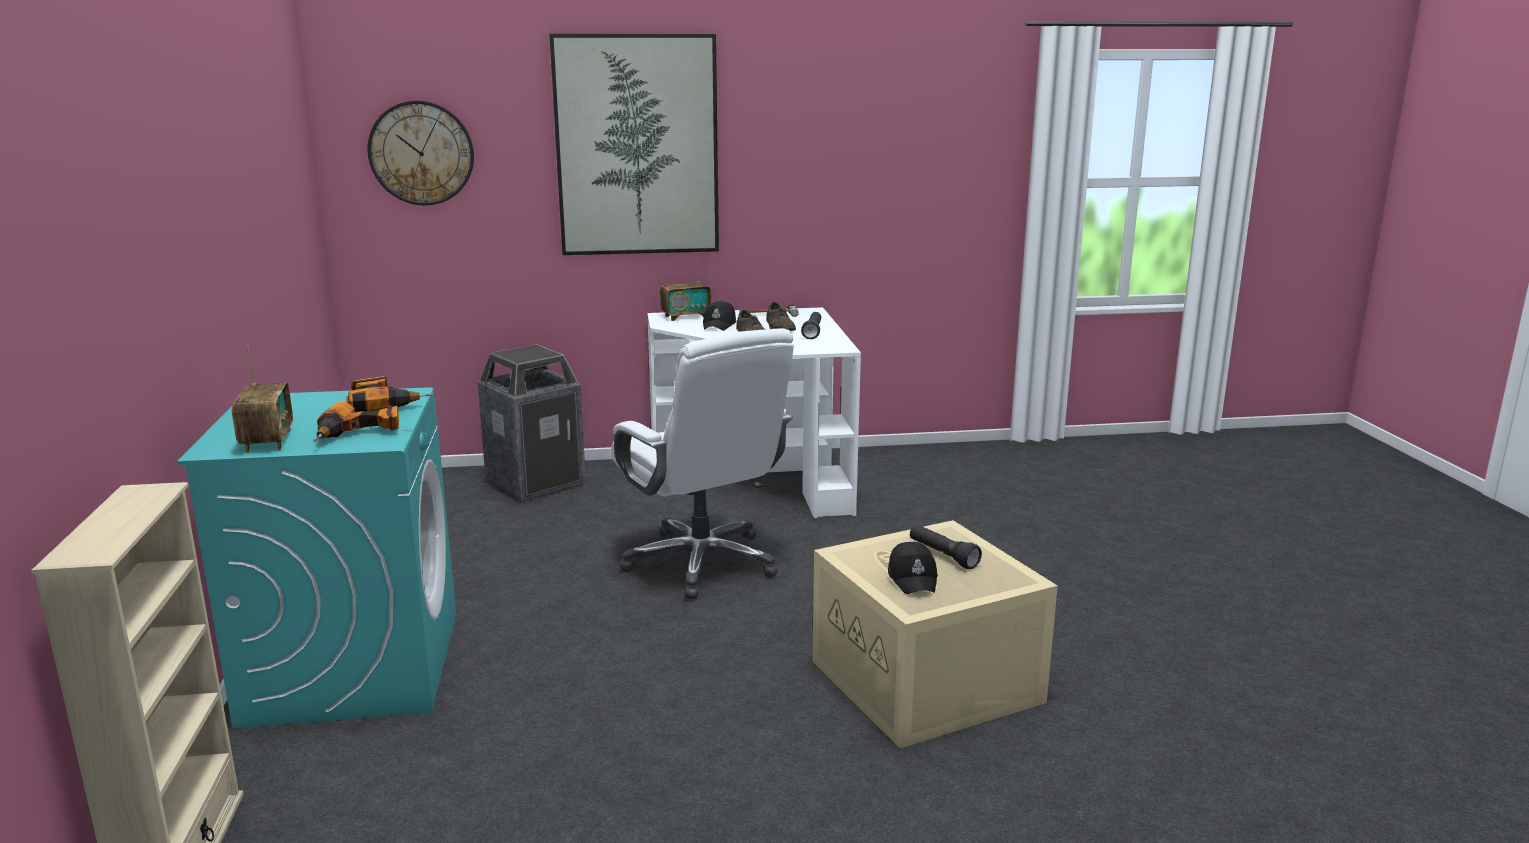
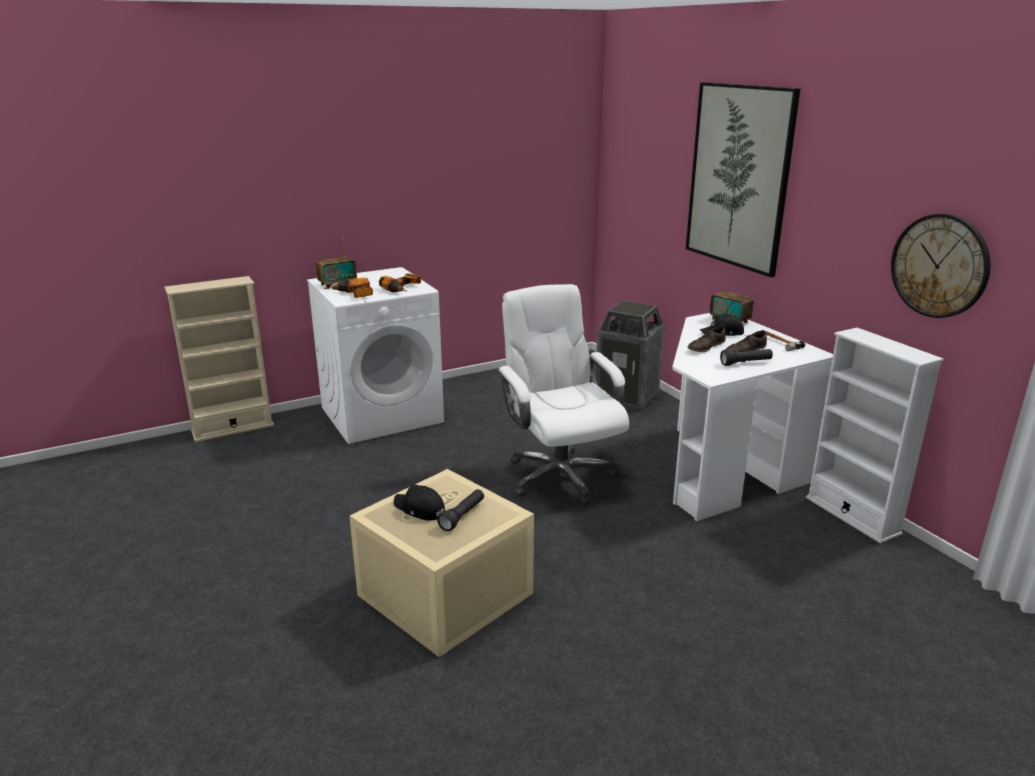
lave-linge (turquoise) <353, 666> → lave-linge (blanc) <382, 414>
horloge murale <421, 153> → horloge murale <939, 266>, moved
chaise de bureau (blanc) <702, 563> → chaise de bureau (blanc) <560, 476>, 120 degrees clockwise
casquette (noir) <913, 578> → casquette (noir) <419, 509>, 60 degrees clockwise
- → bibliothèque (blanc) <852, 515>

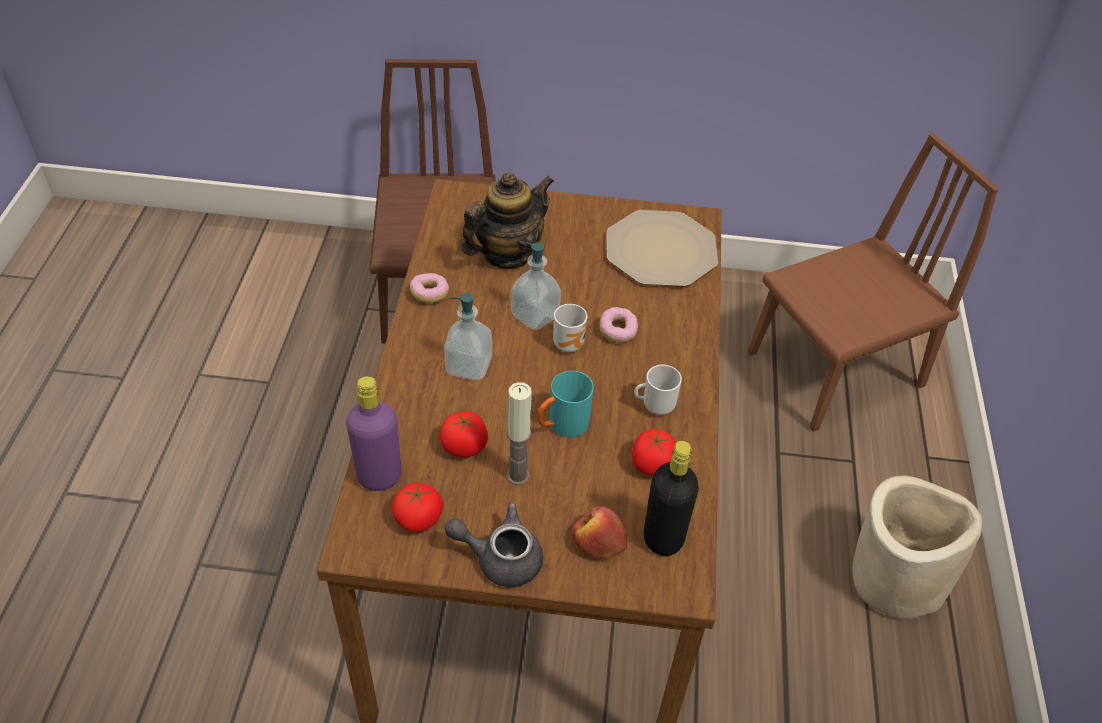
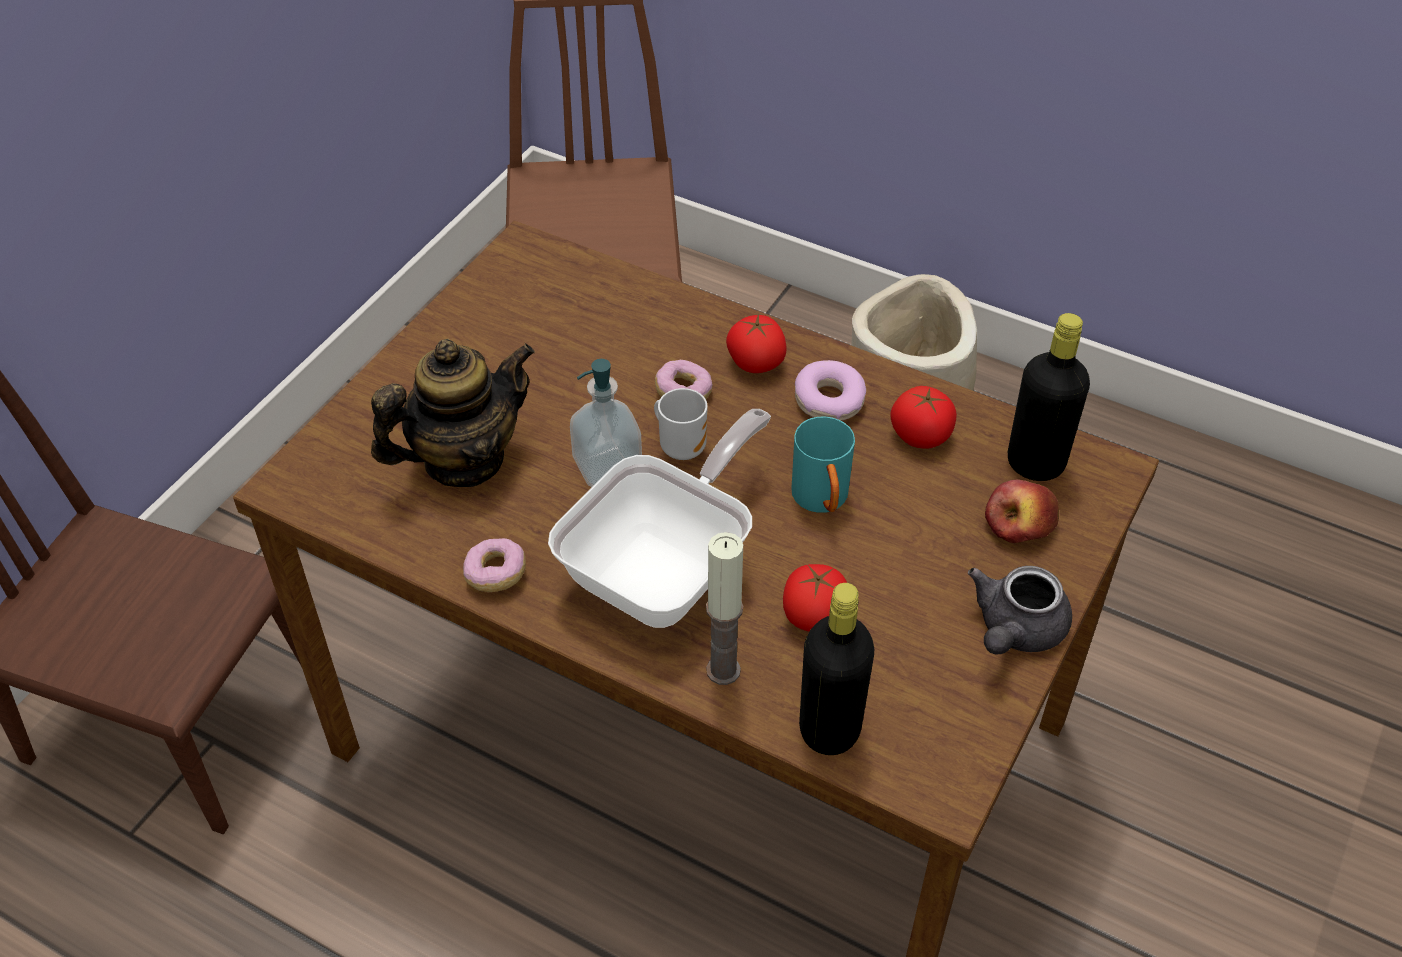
bouteille (violet) <379, 476> → bouteille (noir) <829, 729>
tomate <418, 519> → tomate <756, 363>, moved
distributeur de savon <469, 366> → poêle <667, 568>
théière <507, 253> → théière <463, 460>, 75 degrees clockwise
bougie <518, 475> → bougie <723, 670>, moved
assiette <661, 251> → -
mug <655, 405> → beignet <829, 400>

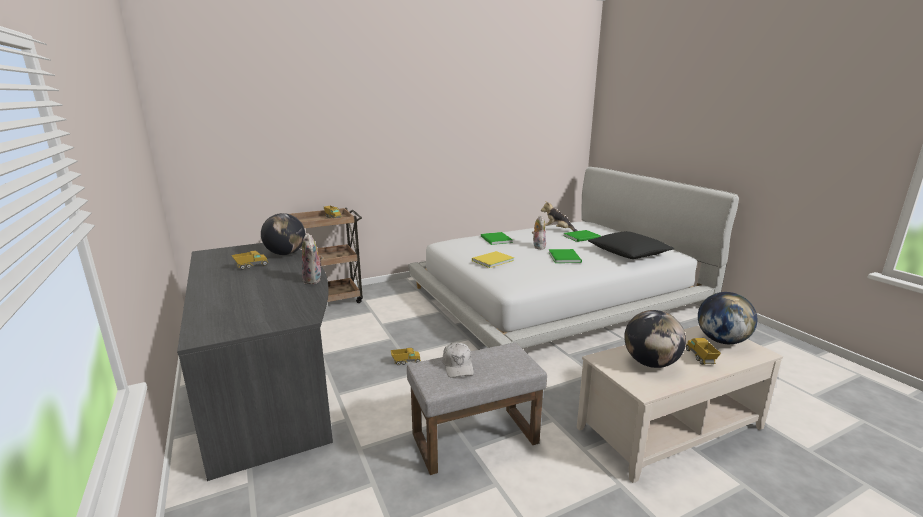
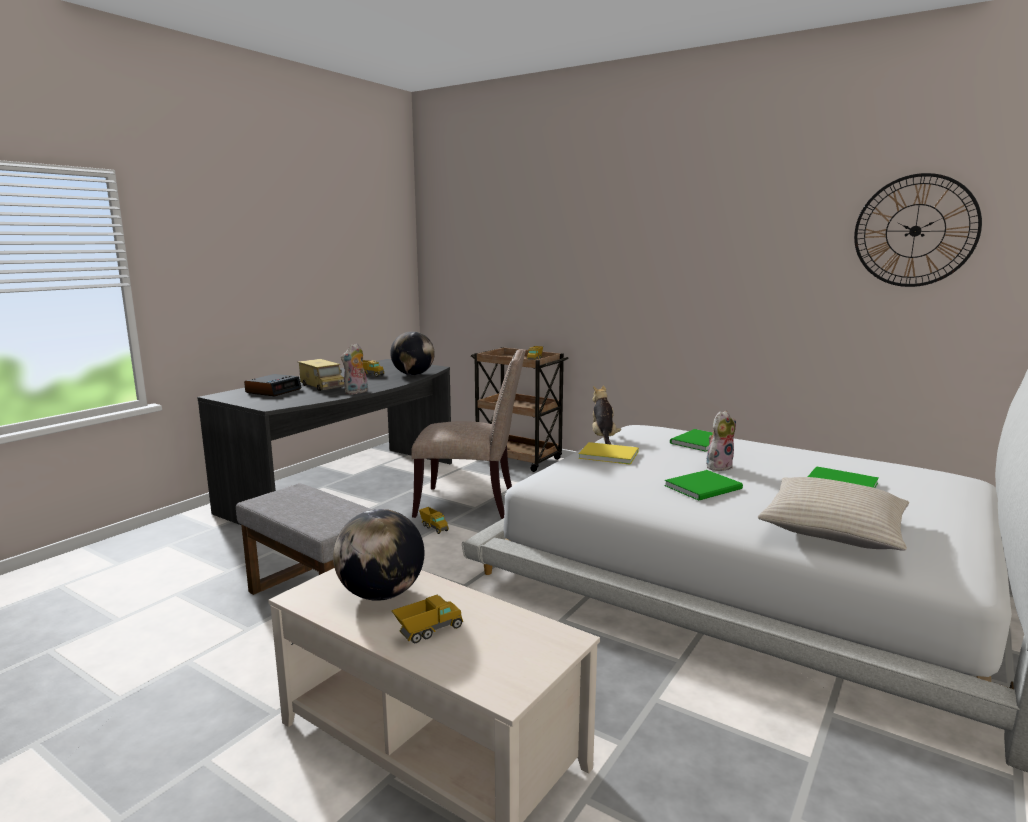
casquette (blanc) <458, 366> → -
peluche <557, 230> → peluche <603, 438>, moved
coussin (noir) <628, 253> → coussin (beige) <833, 528>
globe <721, 340> → -
- → réveil <273, 391>
- → camion jouet <322, 386>
- → chaise (beige) <471, 504>
- → horloge murale <915, 231>

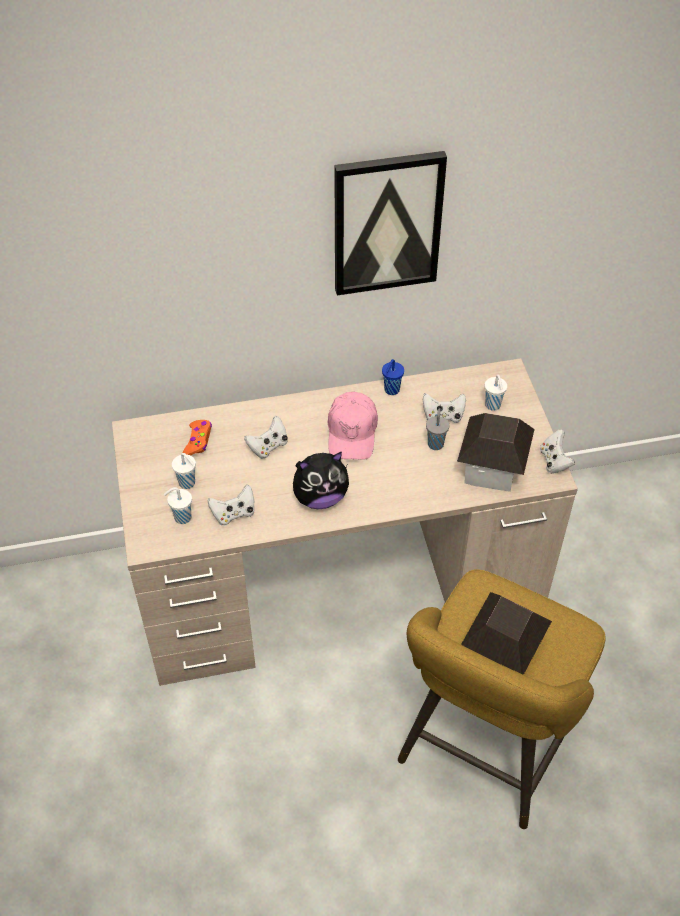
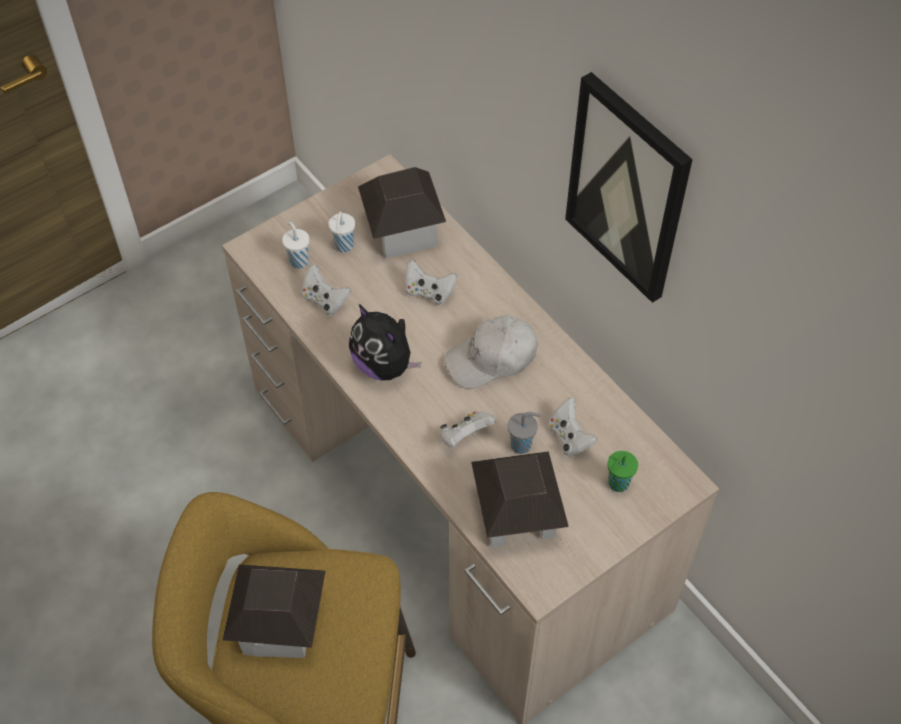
manette (orange) <198, 441> → maison miniature <403, 231>
casquette (rose) <352, 433> → casquette (blanc) <491, 359>
tasse (bleu) <391, 390> → -
tasse (blanc) <493, 406> → tasse (vert) <617, 484>
manette (blanc) <554, 461> → manette (blanc) <464, 436>, moved

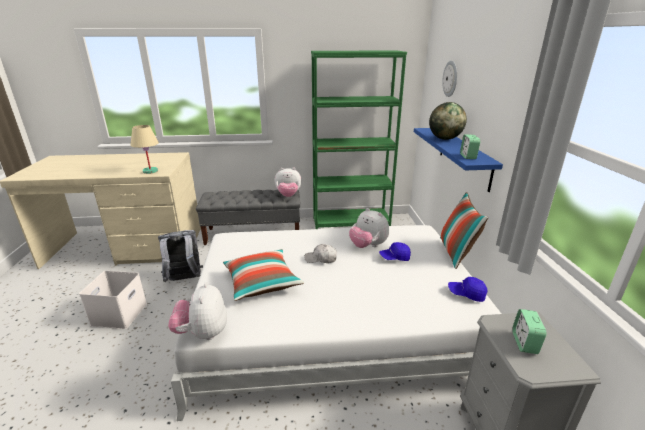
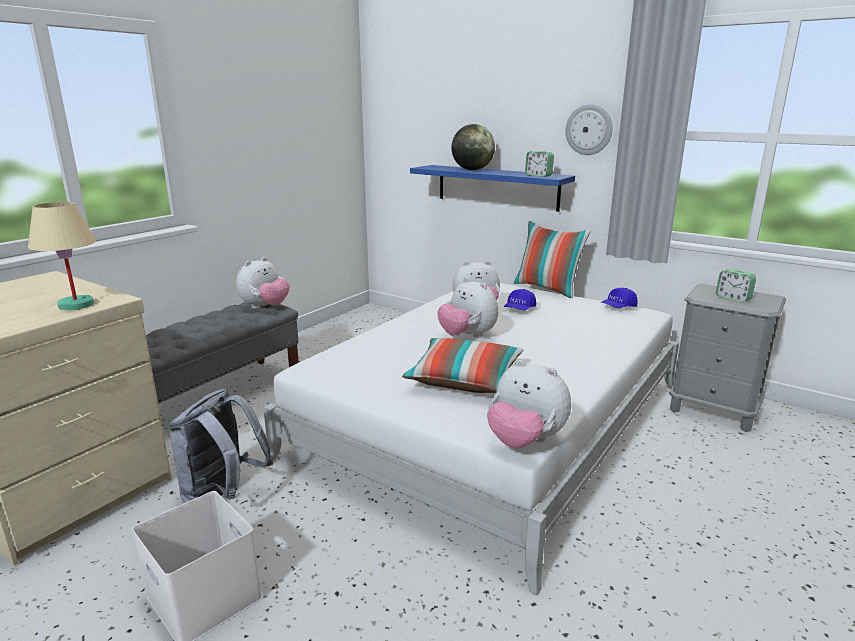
casquette (blanc) <321, 258> → peluche <467, 336>
bibliothèque (vert) <351, 223> → -
horloge murale <450, 79> → horloge murale <589, 129>, moved

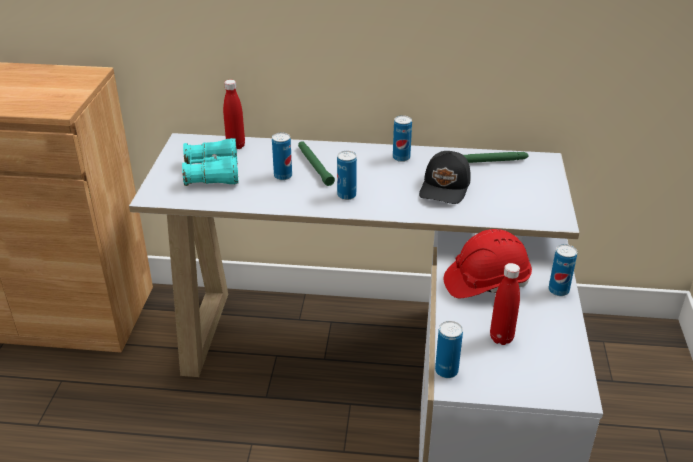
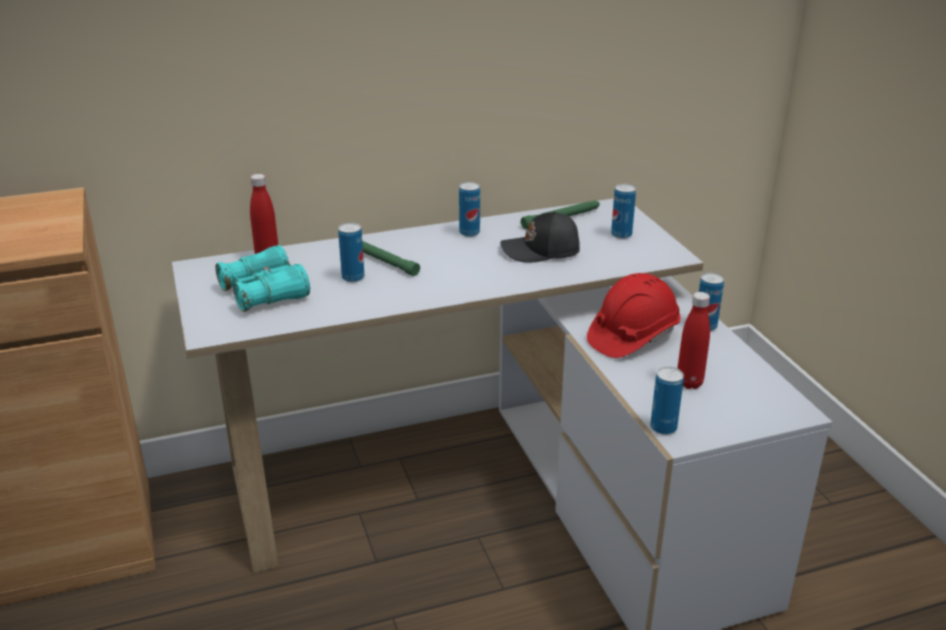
boîte métallique <346, 195> → boîte métallique <621, 235>, moved
casquette (noir) <446, 188> → casquette (noir) <541, 251>, 90 degrees clockwise

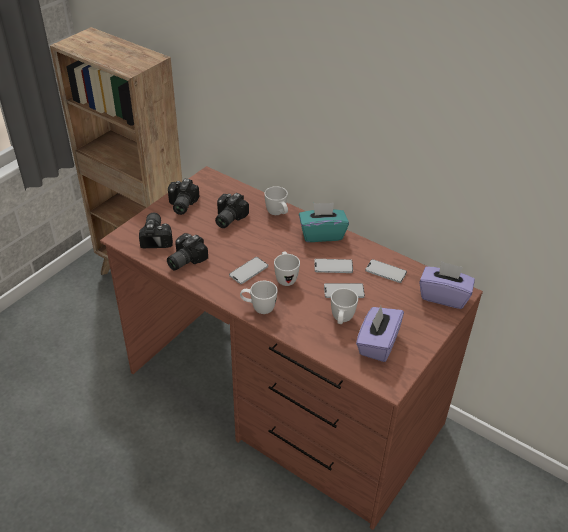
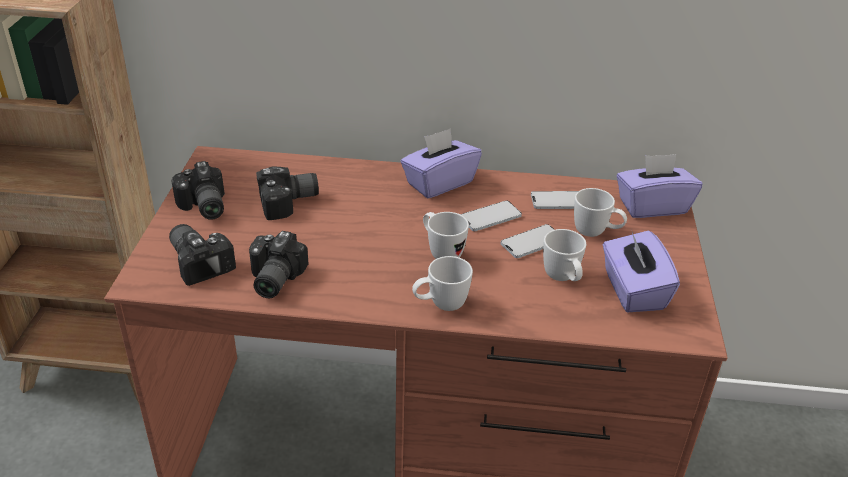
appareil photo <227, 218> → appareil photo <290, 203>, 105 degrees counterclockwise
téléphone <248, 271> → -
mug (blanc) <278, 214> → mug (blanc) <596, 233>, moved
boîte à mouchoirs (turquoise) <322, 234> → boîte à mouchoirs (violet) <439, 183>

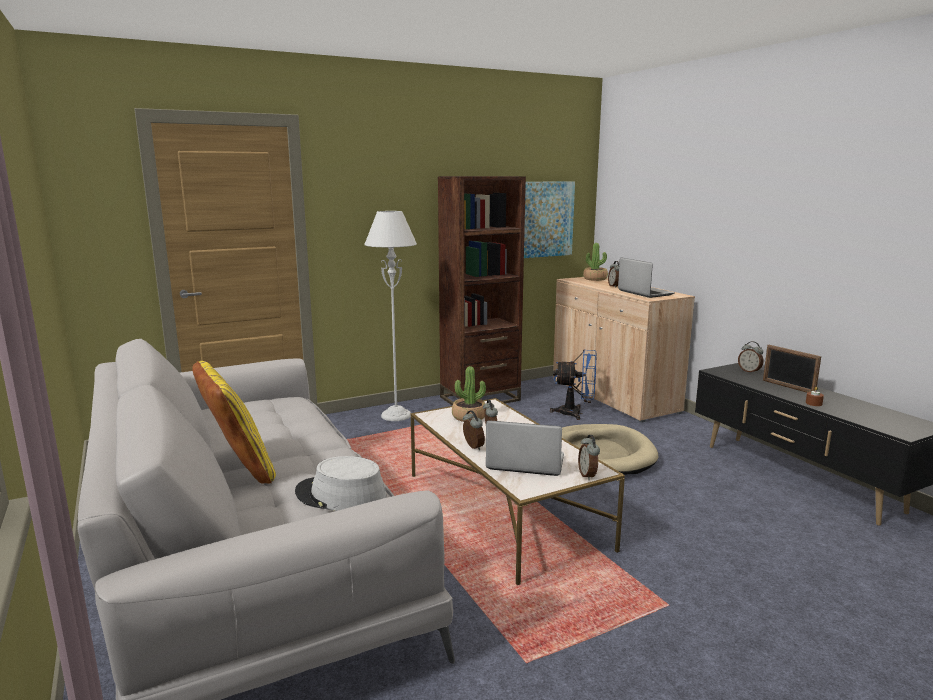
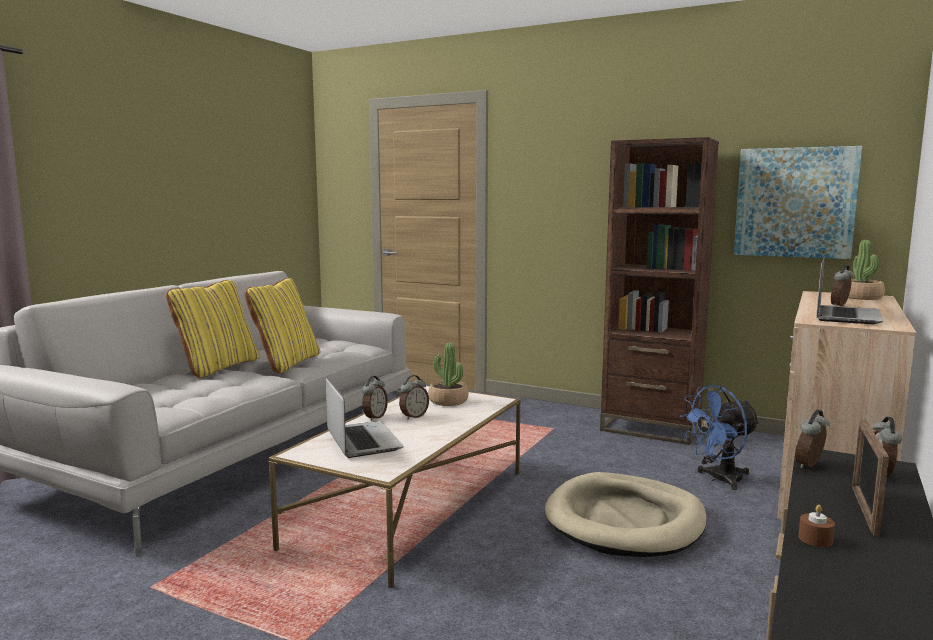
chapeau (gris) <340, 495> → -
lampadaire (gris) <396, 415> → -
ventilateur (bleu) <575, 413> → ventilateur (bleu) <719, 479>, 90 degrees clockwise
réveil <588, 475> → réveil <810, 466>, moved
- → coussin (jaune) <286, 363>

